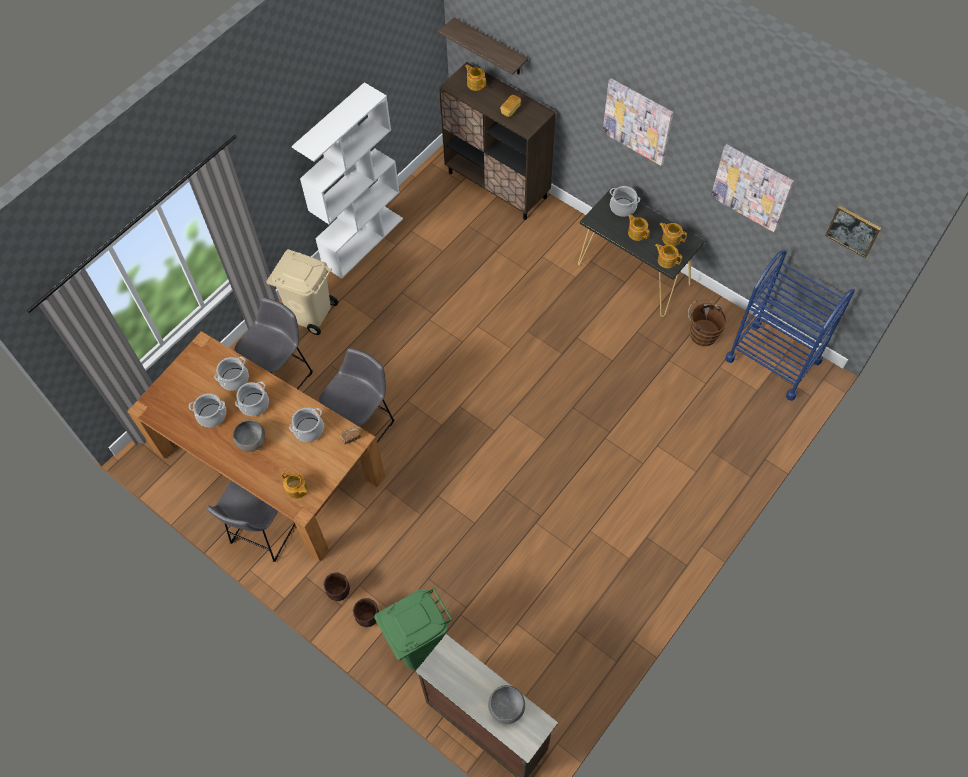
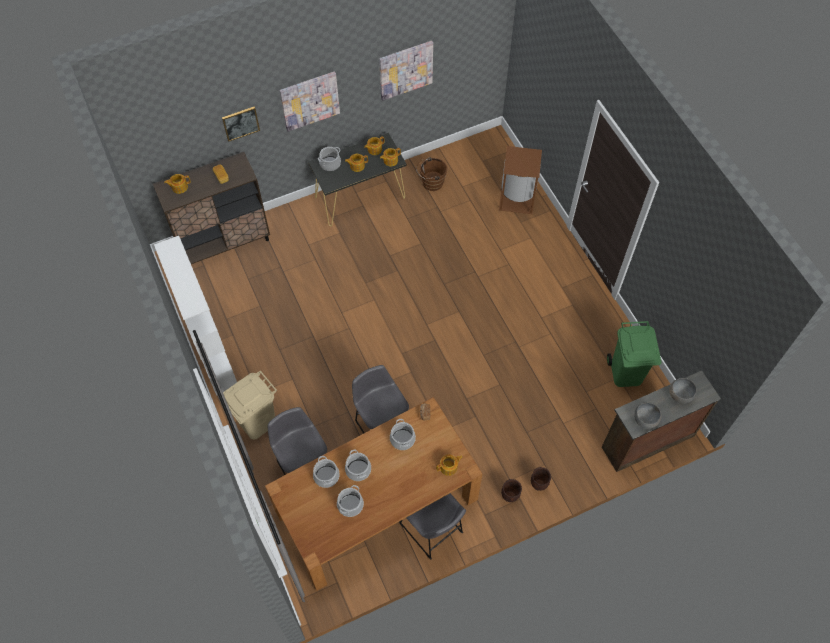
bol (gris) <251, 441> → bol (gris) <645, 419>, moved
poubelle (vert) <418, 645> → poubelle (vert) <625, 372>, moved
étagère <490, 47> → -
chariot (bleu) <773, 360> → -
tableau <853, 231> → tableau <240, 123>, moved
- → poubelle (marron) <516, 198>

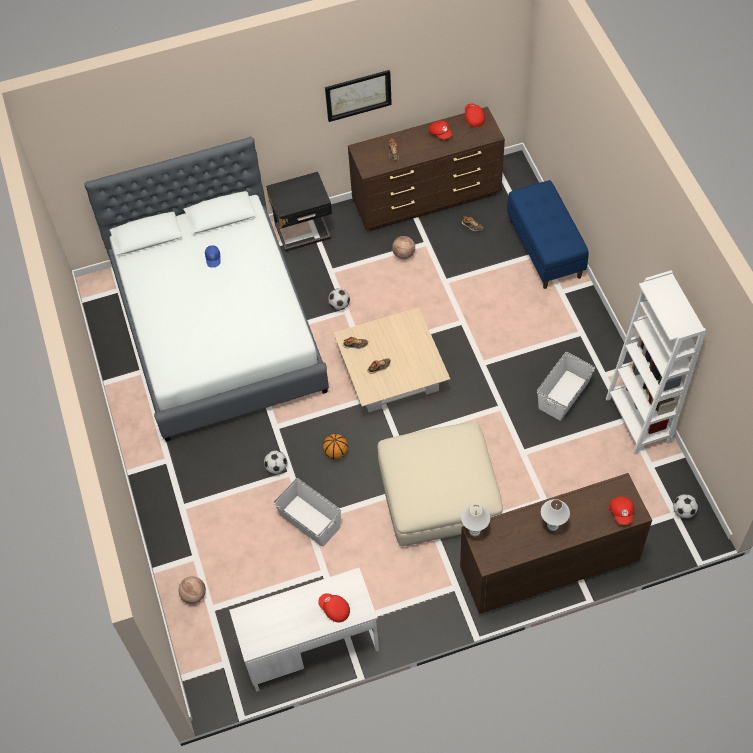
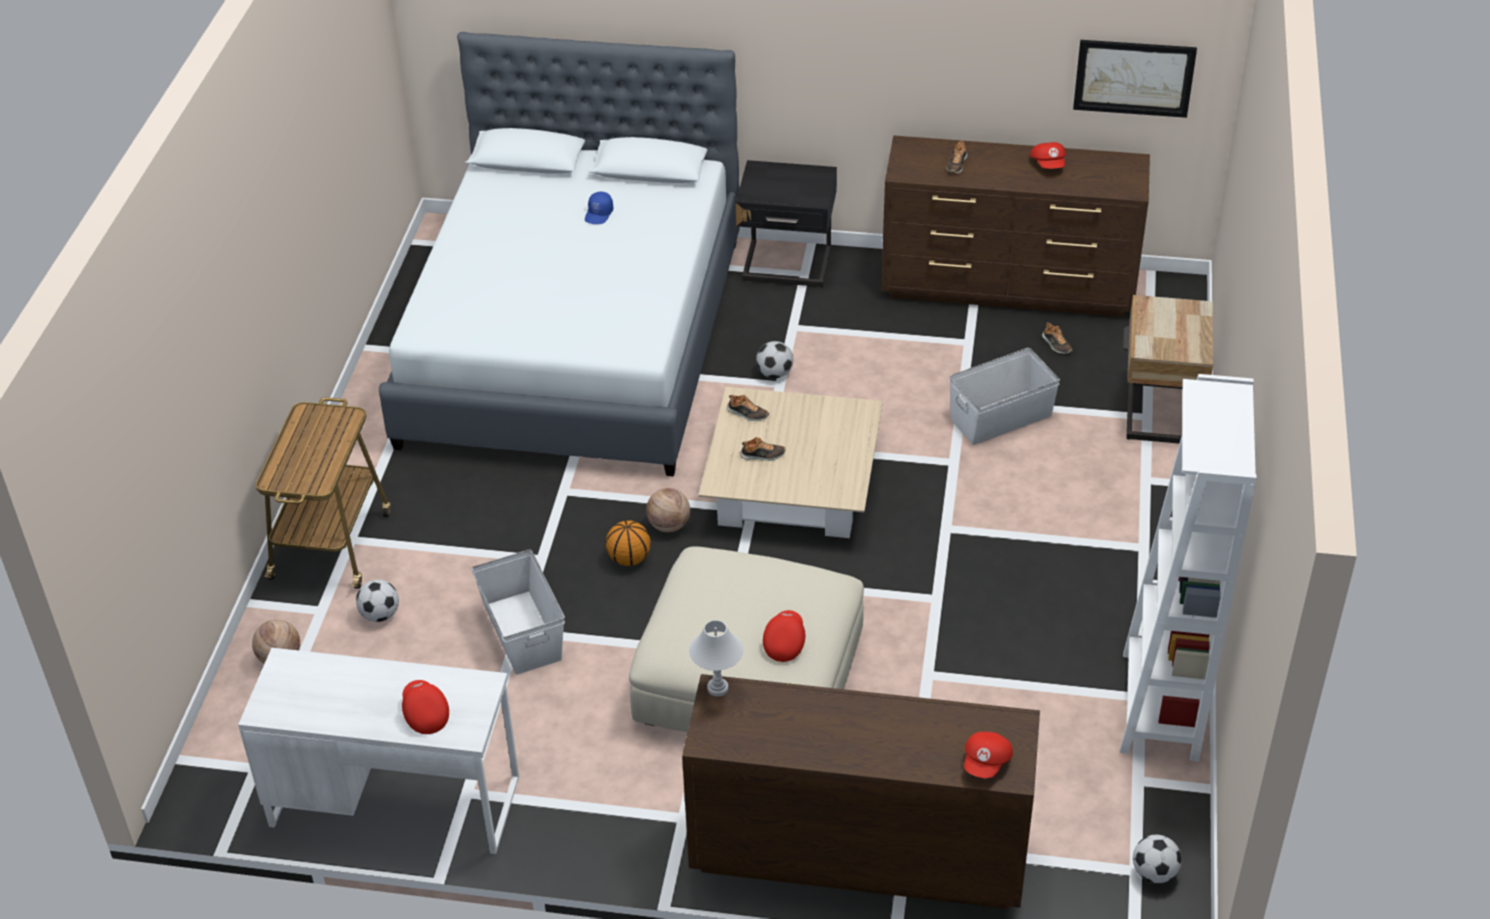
ballon de foot <276, 467> → ballon de foot <380, 615>, moved
tableau <358, 95> → tableau <1134, 77>, moved
ballon de basket <403, 254> → ballon de basket <669, 525>, moved
casquette (rouge) <473, 118> → casquette (rouge) <784, 642>, moved
banc (bleu) <545, 249> → table de chevet (beige) <1158, 414>
boîte de rangement (blanc) <564, 395> → boîte de rangement (blanc) <1002, 417>, moved
lampe de table (blanc) <552, 526> → -
- → chariot <331, 543>

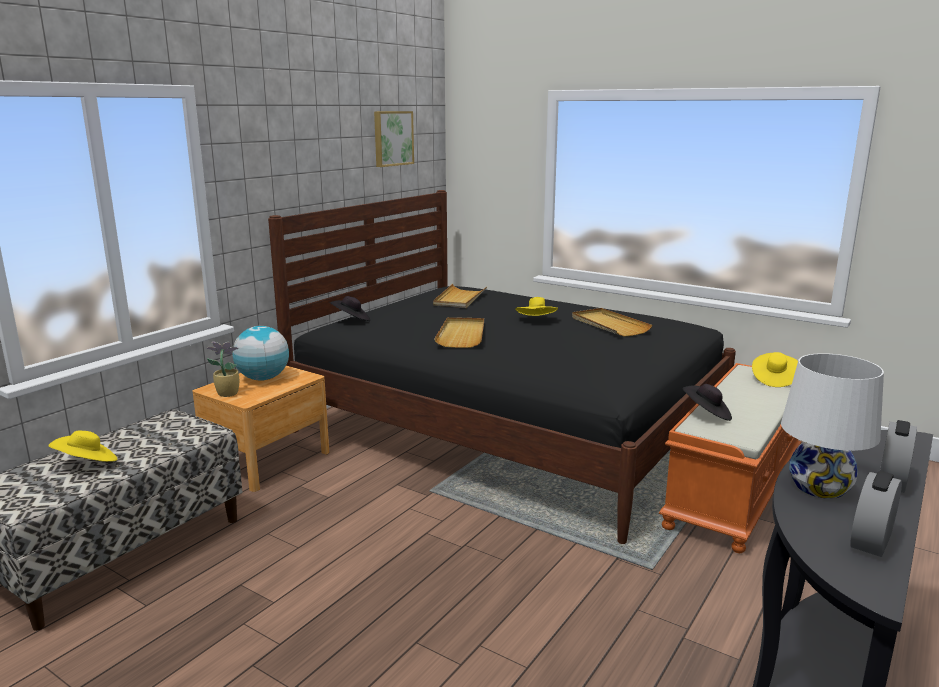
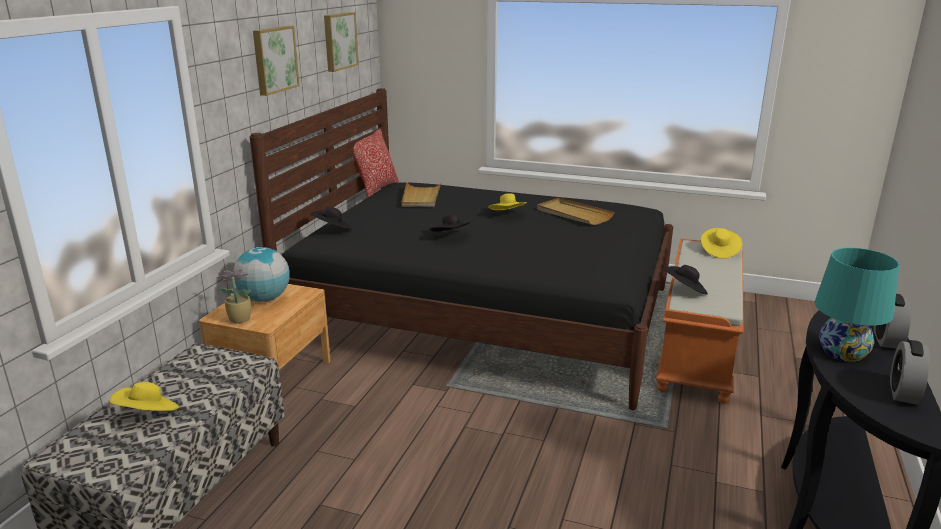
plateau (beige) <462, 335> → chapeau (noir) <451, 237>
lampe de table (blanc) <819, 487> → lampe de table (turquoise) <843, 353>
- → tableau <274, 59>
- → coussin <376, 188>

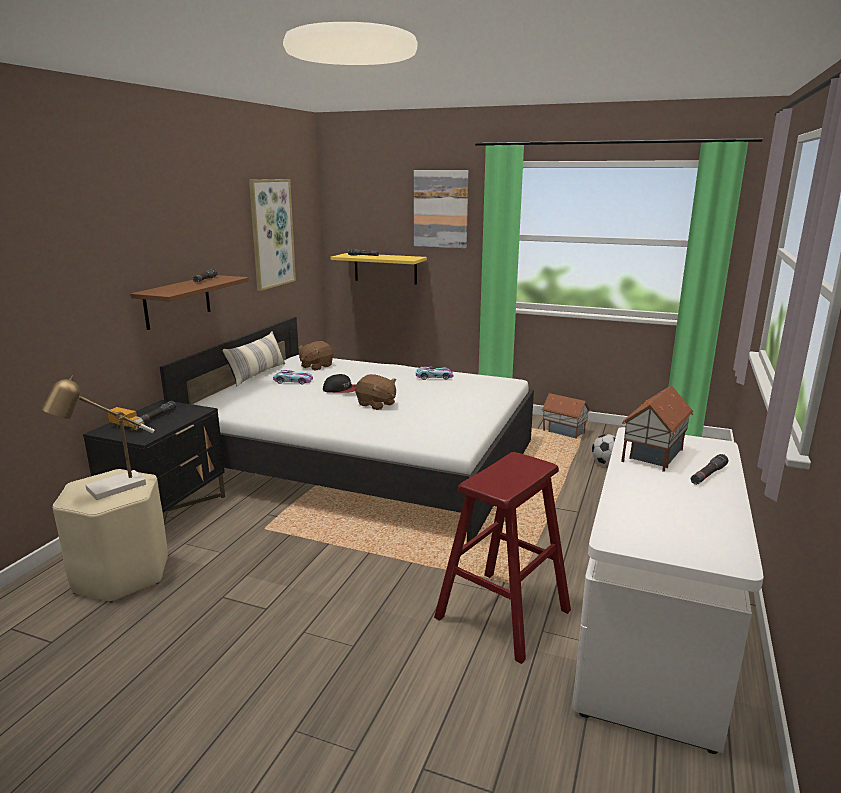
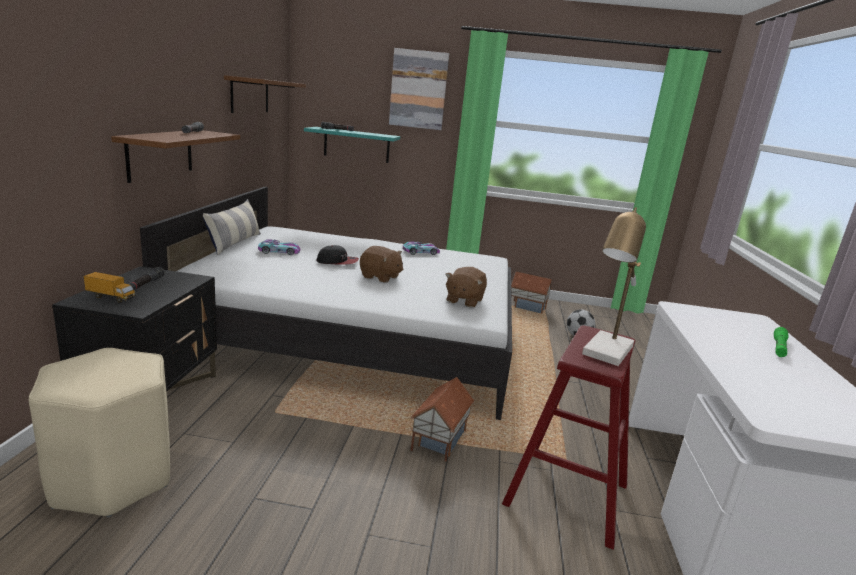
lampe de table <109, 490> → lampe de table <606, 353>, moved
tableau <271, 233> → étagère (marron) <250, 95>
peluche (marron) <316, 366> → peluche (marron) <464, 300>, moved
étagère (jaune) <385, 268> → étagère (turquoise) <356, 145>
maison miniature <651, 455> → maison miniature <438, 440>, moved
lampe de poche (noir) <708, 475> → lampe de poche (vert) <779, 347>

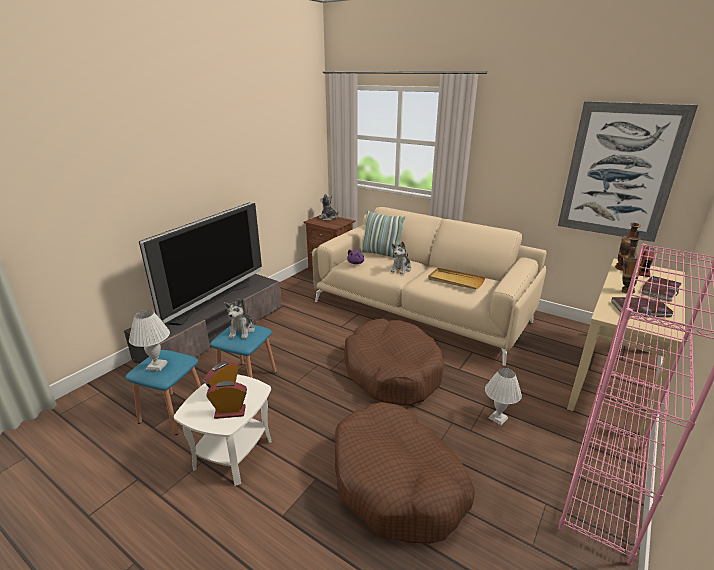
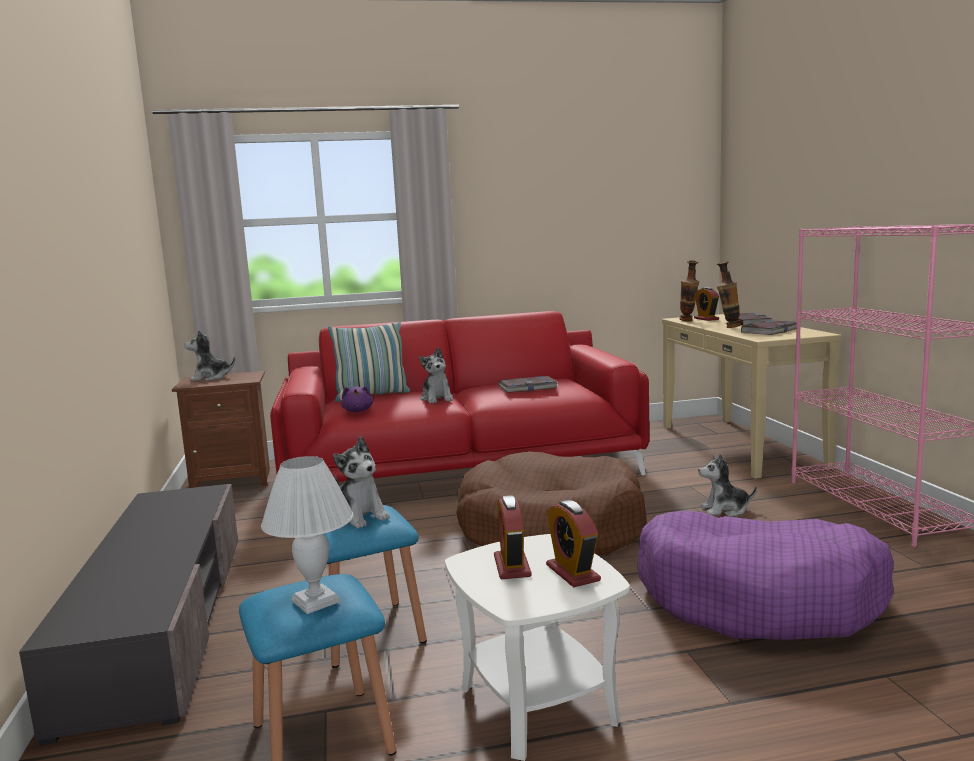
téléviseur <212, 301> → -
réveil <230, 412> → réveil <572, 573>, 60 degrees counterclockwise
canapé (beige) <421, 310> → canapé (rouge) <461, 470>
panier pour chien (marron) <397, 482> → panier pour chien (violet) <759, 599>
plateau (beige) <455, 280> → livre <528, 387>
lampe de table (blanc) <498, 418> → peluche <725, 510>
tableau <619, 172> → -

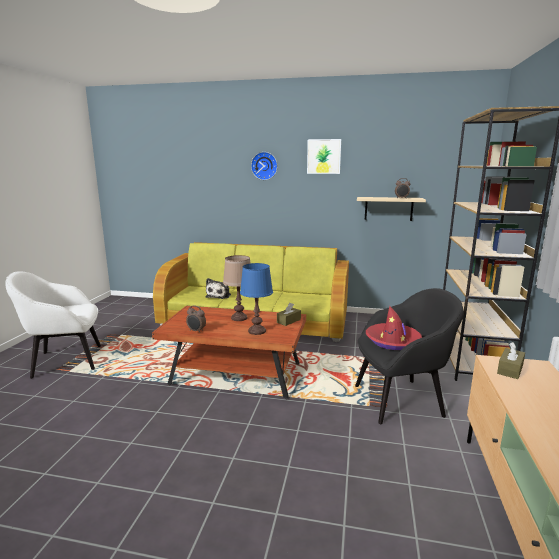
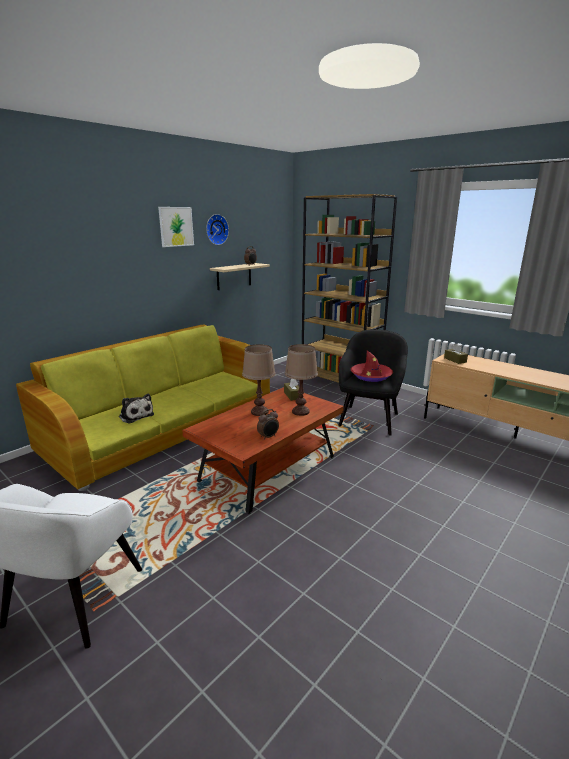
lampe de table (bleu) <256, 331> → lampe de table (marron) <300, 412>
horloge murale <264, 166> → horloge murale <216, 229>, moved

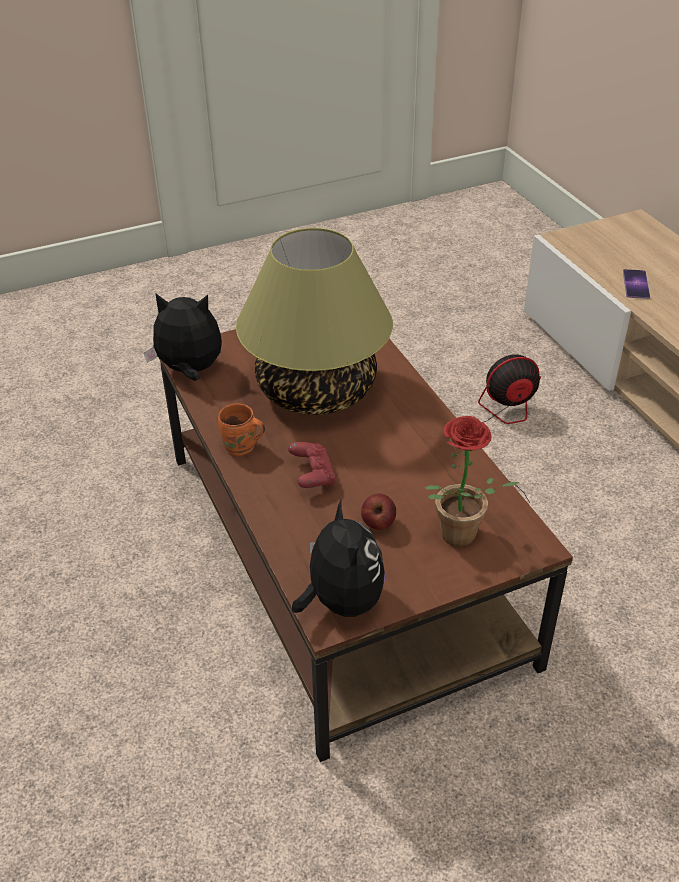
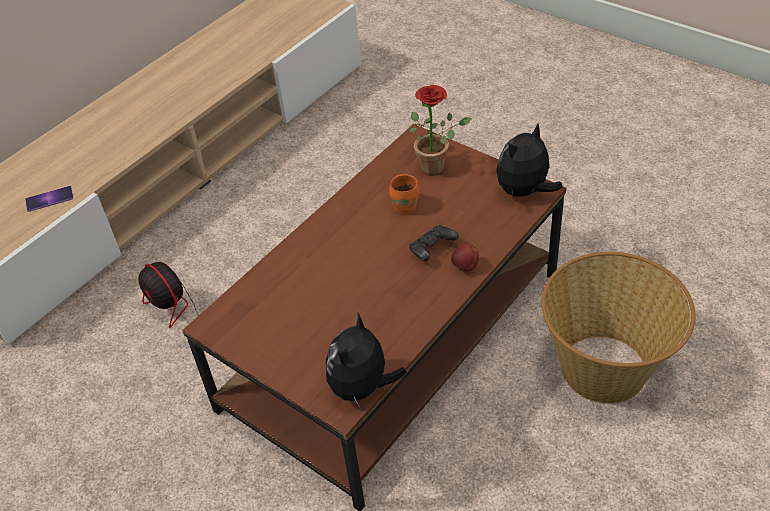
peluche <190, 371> → peluche <362, 388>, 45 degrees clockwise
mug (orange) <241, 448> → mug (orange) <405, 205>, moved
lampe de table <315, 391> → -
manette (rouge) <312, 476> → manette (noir) <432, 250>
pomme <378, 524> → pomme <465, 267>, moved
- → panier <605, 369>

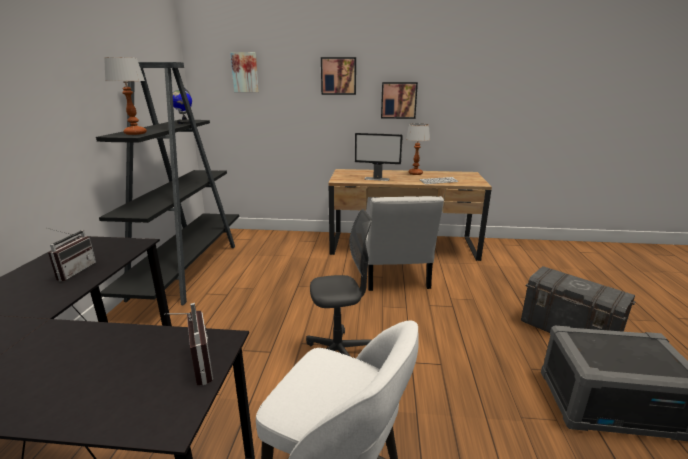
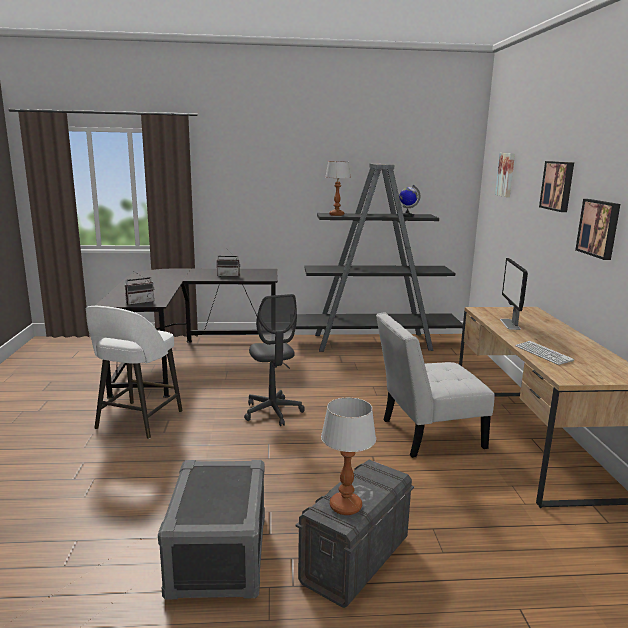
lampe de table <415, 173> → lampe de table <346, 507>, moved

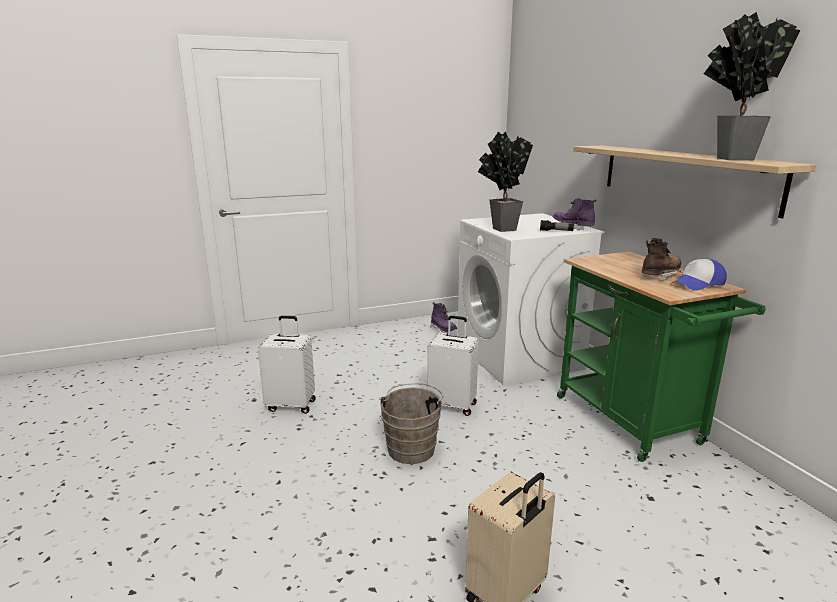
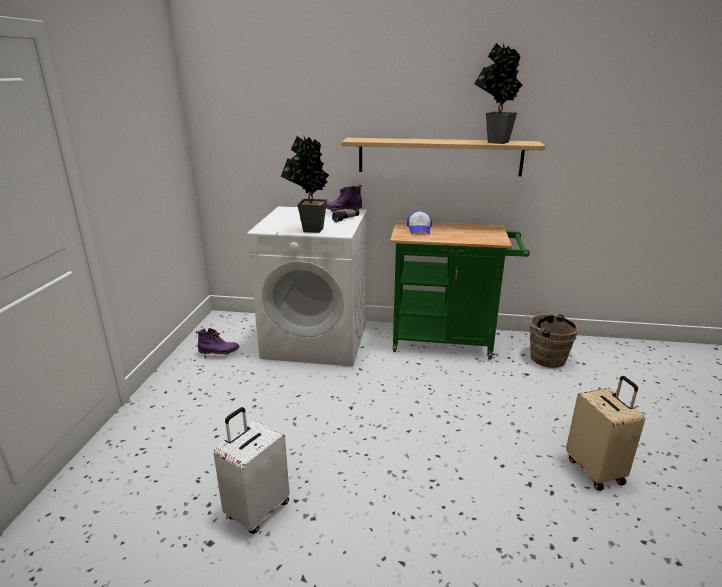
seau (marron) <412, 447> → seau (marron) <544, 357>, moved
valise (blanc) <453, 405> → -
botte (marron) <660, 276> → -
casquette <698, 284> → casquette <419, 229>, moved

